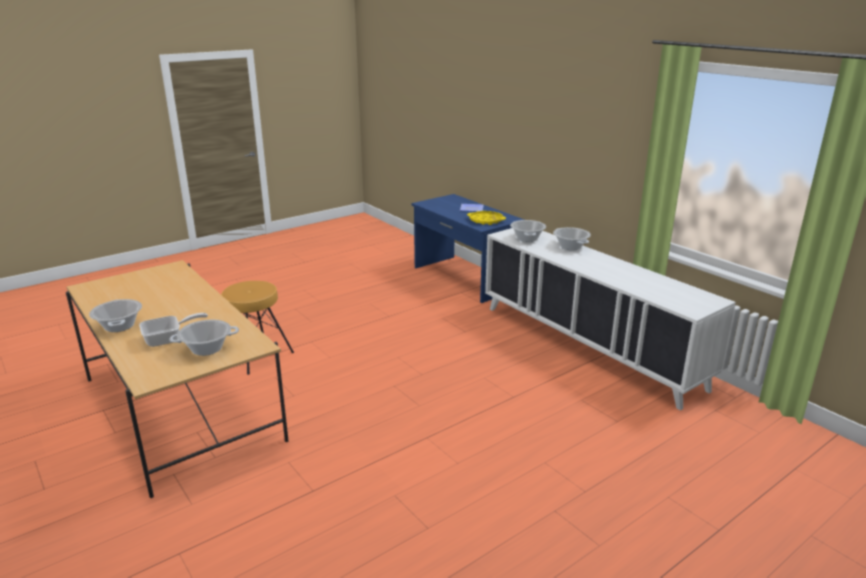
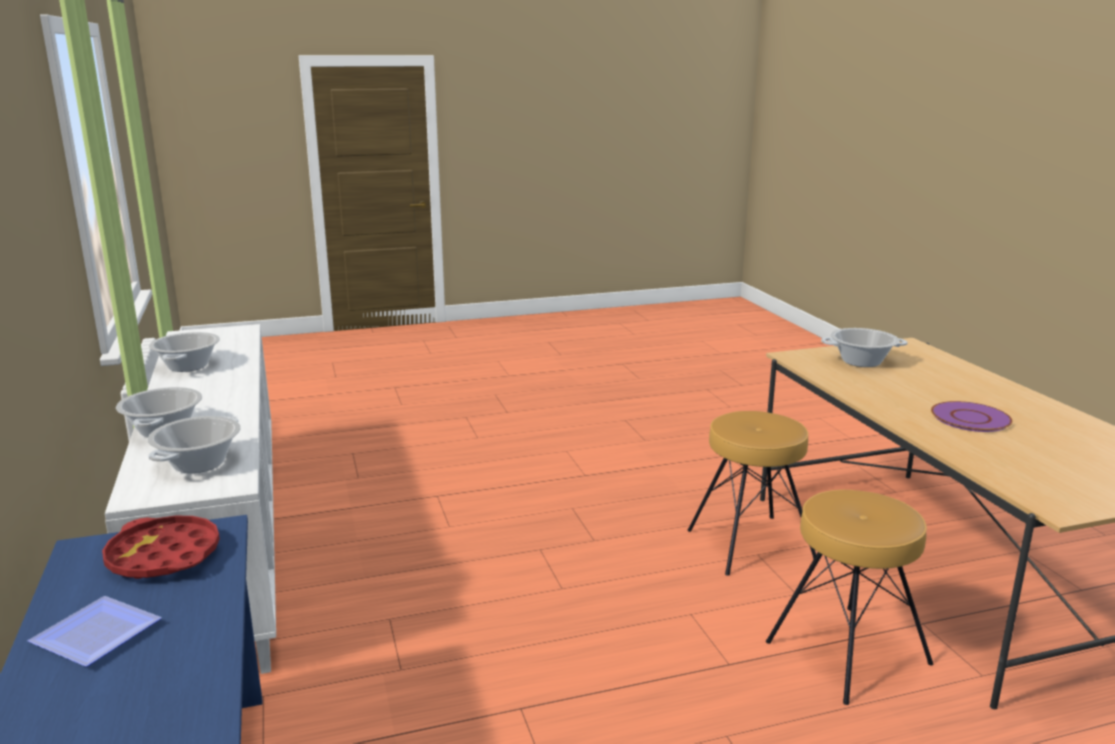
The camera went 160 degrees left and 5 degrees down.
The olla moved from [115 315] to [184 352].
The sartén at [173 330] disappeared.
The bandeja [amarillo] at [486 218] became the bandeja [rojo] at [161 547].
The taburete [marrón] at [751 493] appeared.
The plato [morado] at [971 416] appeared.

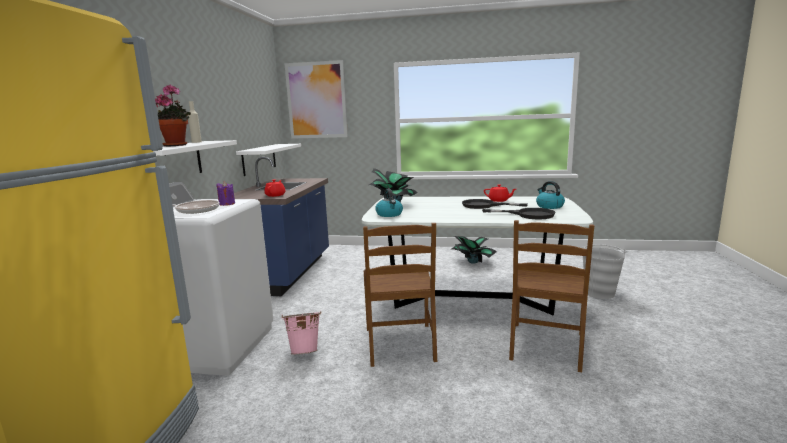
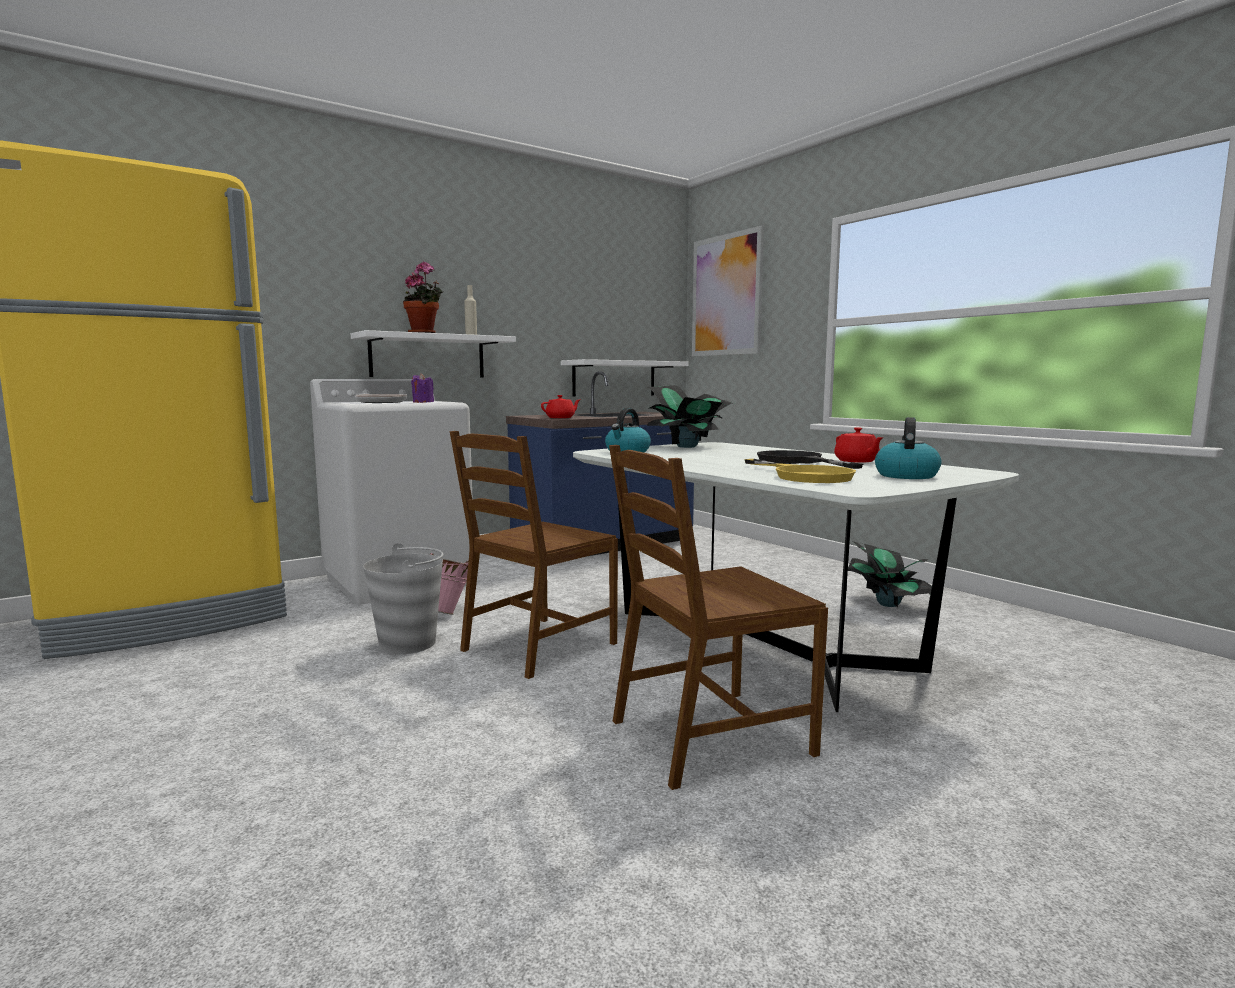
The camera went 45 degrees right and 5 degrees down.
The sartén [negro] at [519 213] became the sartén [amarillo] at [800 471].
The cubo [gris] moved from [605 271] to [403 598].

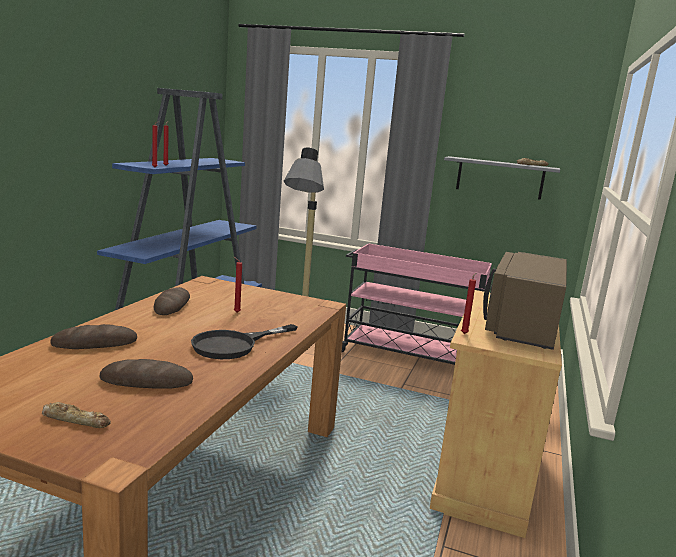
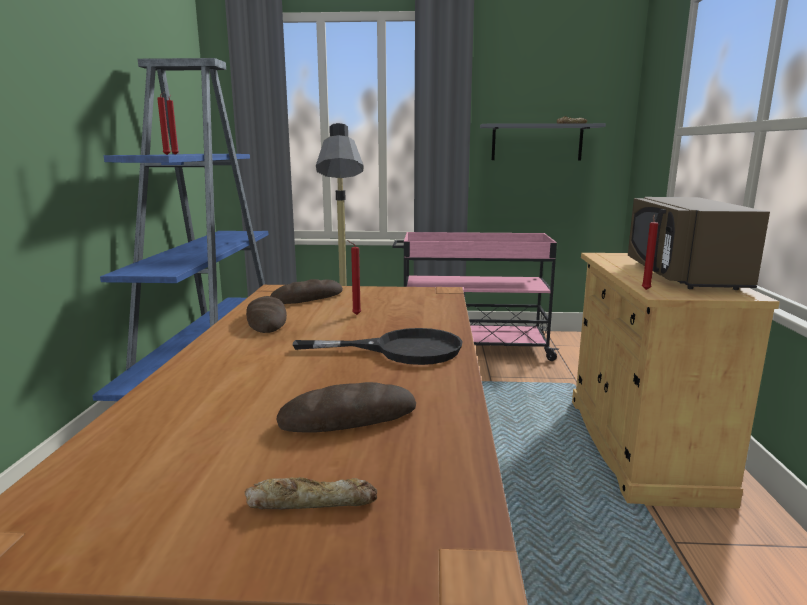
The camera went 15 degrees left and 0 degrees up.
The pan moved from [93 336] to [306 291].
The sartén [negro] at [244 341] turned 120 degrees counterclockwise.

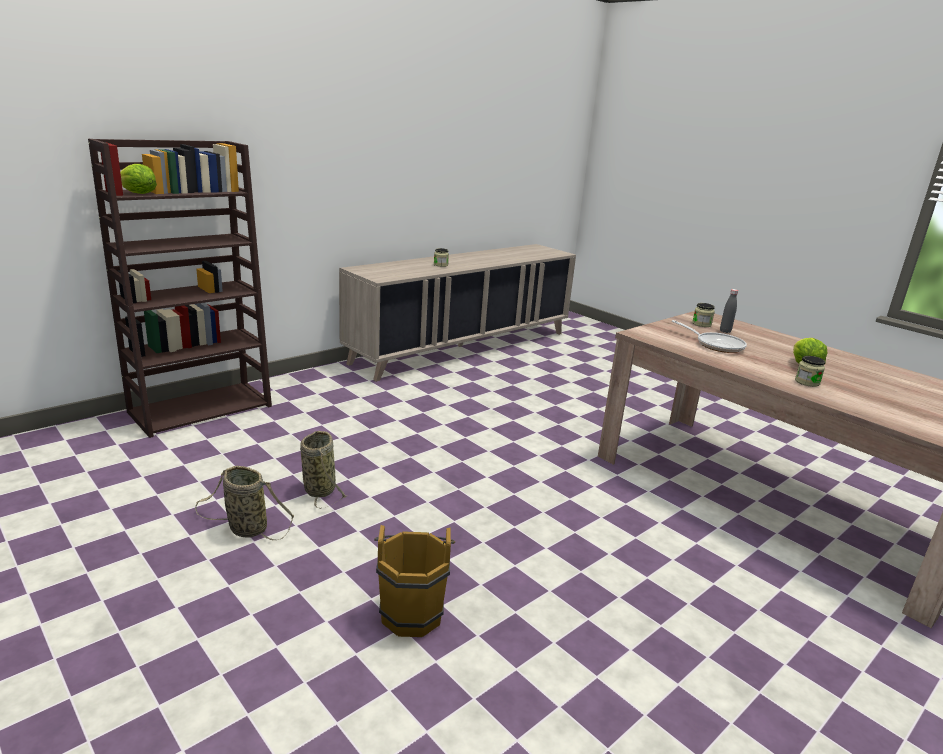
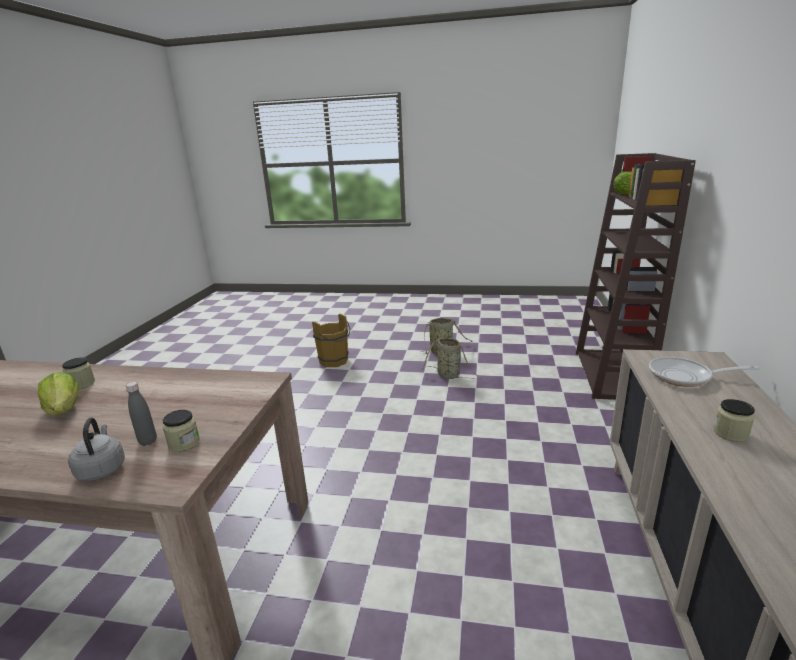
The camera went 145 degrees right and 0 degrees up.
The sartén moved from [709 336] to [704 372].
The hervidor [gris] at [96 449] appeared.

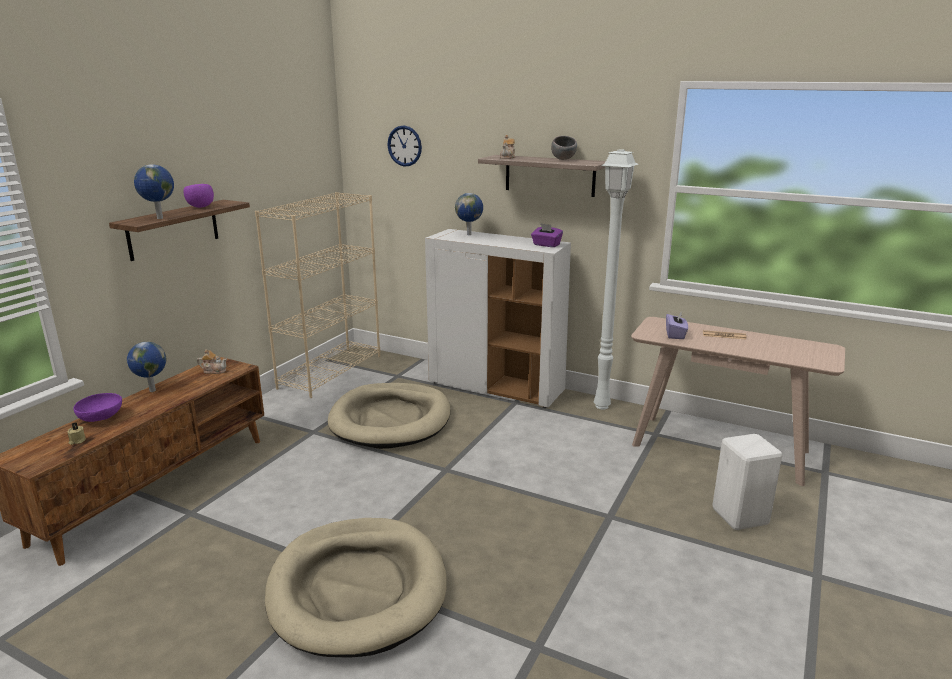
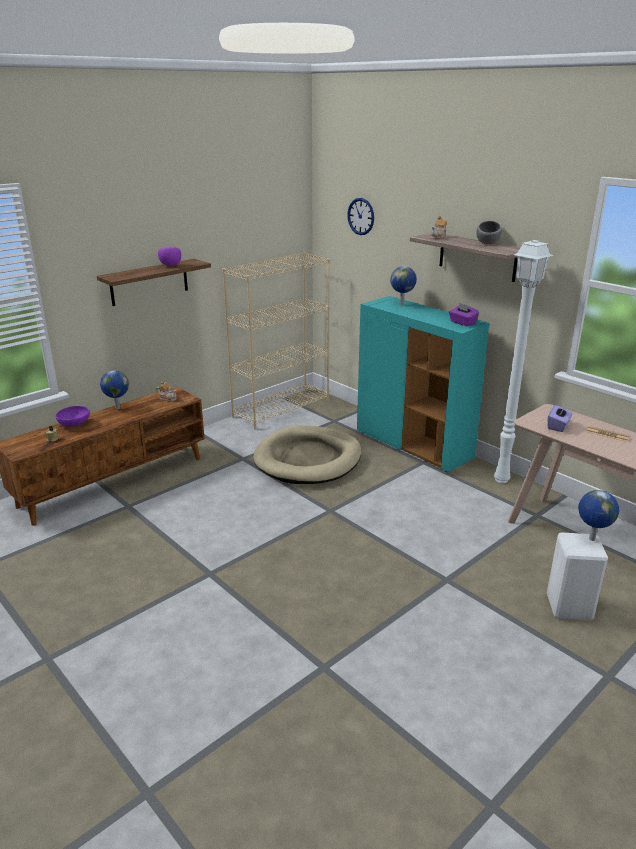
The camera went 20 degrees right and 5 degrees up.
The globo terráqueo moved from [154 191] to [598 515].
The cama para perro [beis] at [356 588] disappeared.
The armario [blanco] at [498 318] became the armario [turquesa] at [423 384].

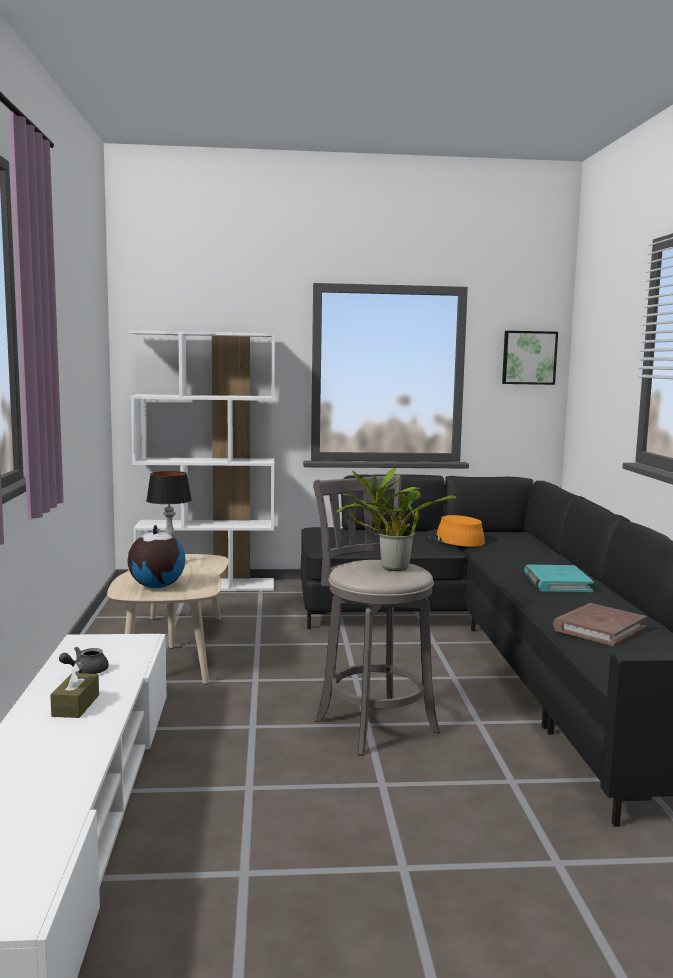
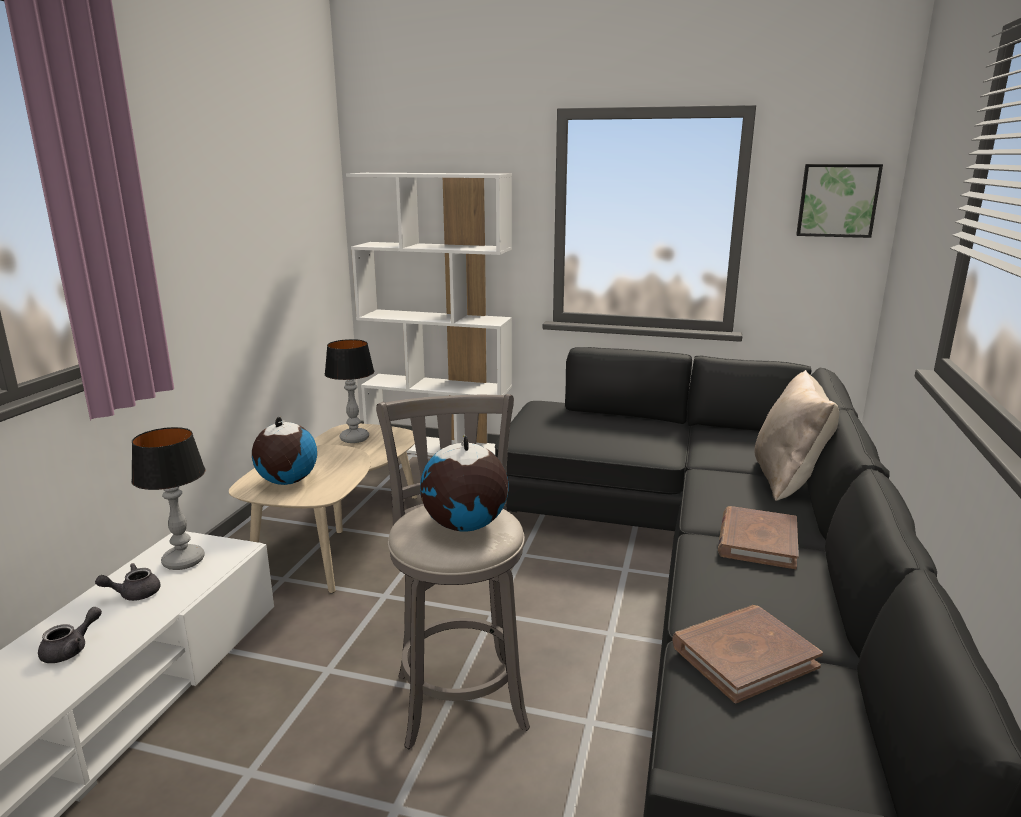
The camera went 20 degrees right and 10 degrees up.
The caja de pañuelos [marrón] at [74 690] was replaced by the tetera [gris] at [70 635].
The planta en maceta at [396 519] was replaced by the globo terráqueo at [464 483].
The sombrero [naranja] at [456 531] disappeared.
The libro [turquesa] at [559 578] became the libro [marrón] at [758 537].
The lámpara de mesa at [168 498] appeared.
The cojín [beis] at [796 435] appeared.

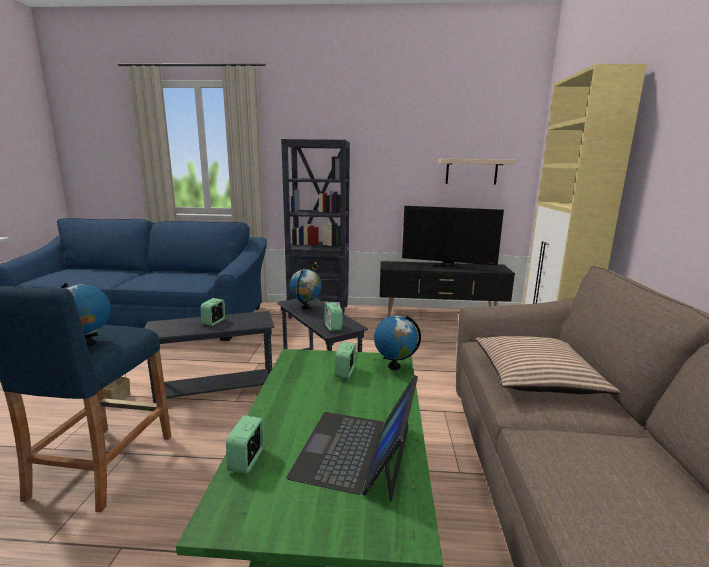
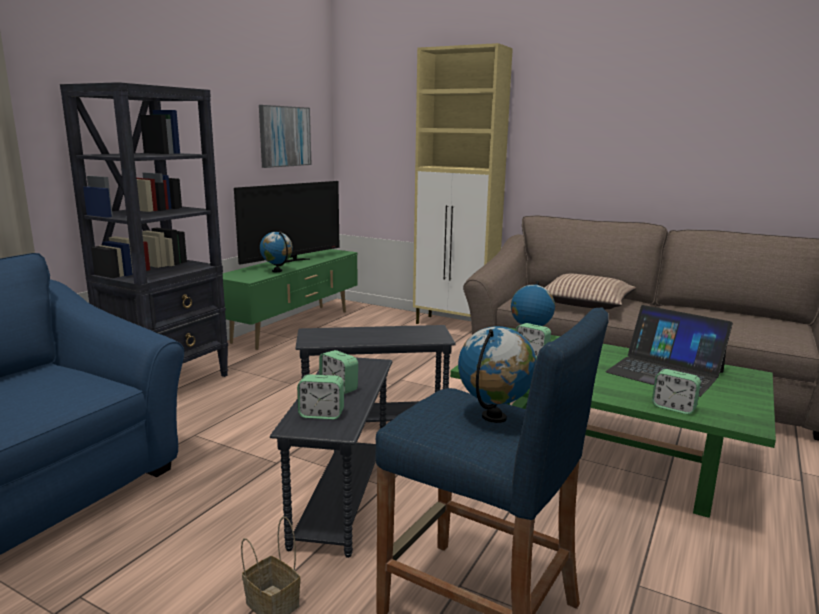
The camera went 65 degrees left and 0 degrees up.
The globo terráqueo moved from [305 289] to [276 251].
The despertador moved from [333 317] to [320 397].
The mueble de televisión [negro] at [447 288] became the mueble de televisión [verde] at [290 299].
The estante at [476 172] was replaced by the cuadro at [285 136].

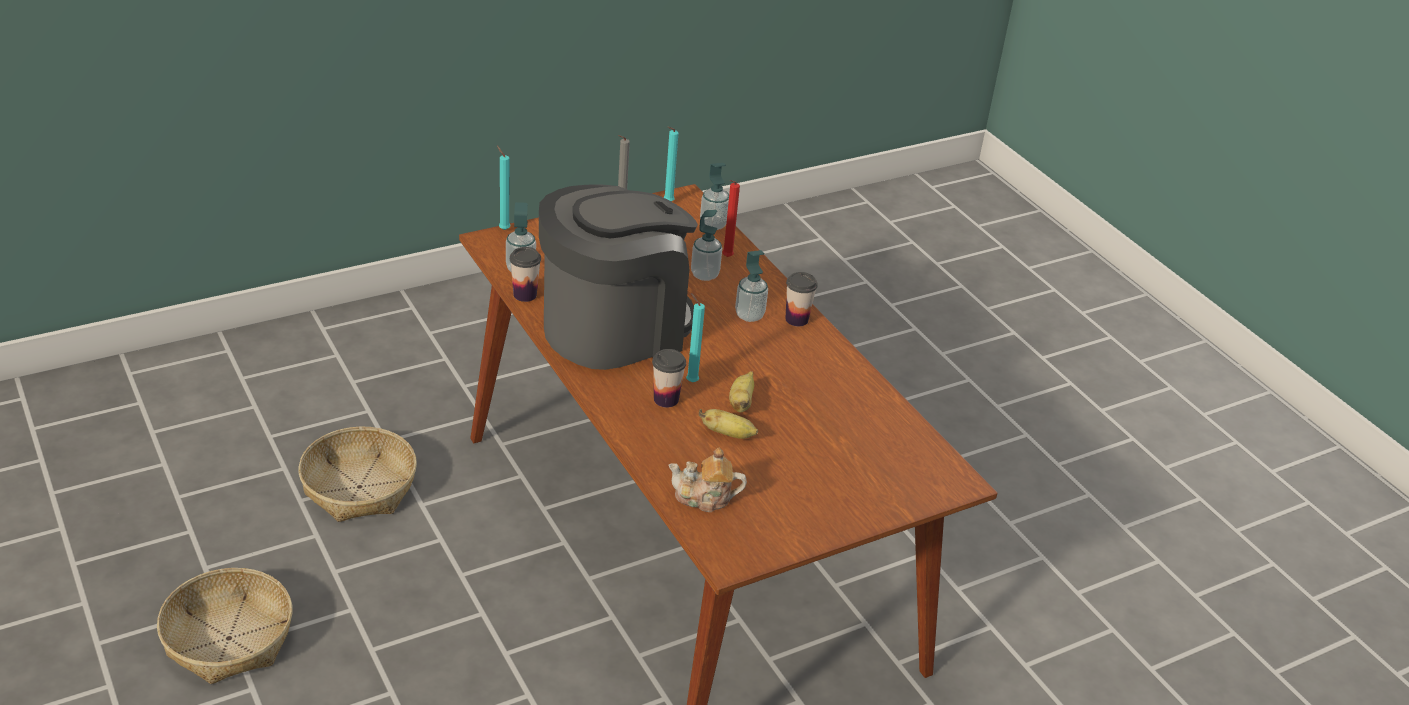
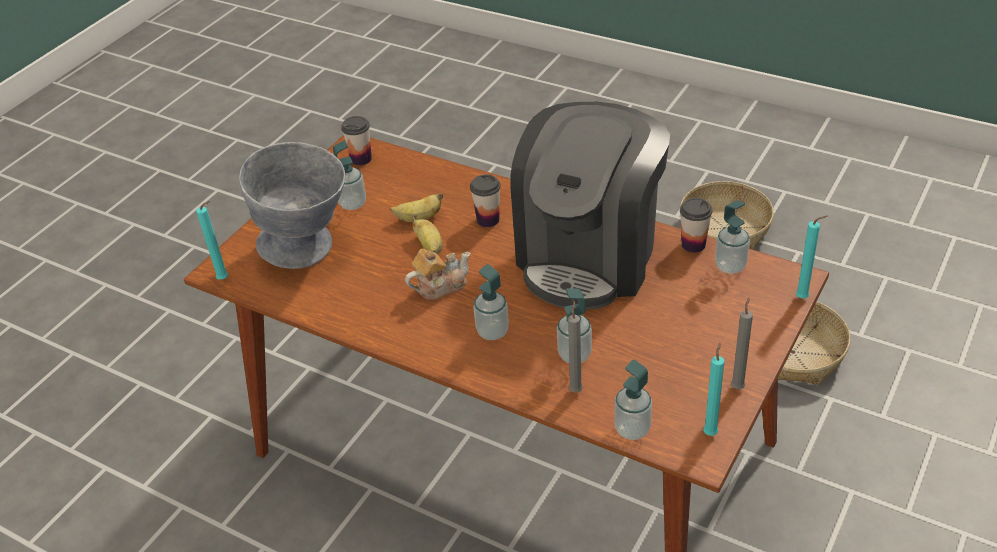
The camera went 155 degrees right and 5 degrees up.
The tetera moved from [708 480] to [437 274].
The vela [turquesa] moved from [695 337] to [212 240].
The vela [rojo] at [731 218] became the vela [gris] at [575 347].
The taza moved from [801 299] to [356 141].
The cuenco [gris] at [292 205] appeared.
The dispensador de jabón at [349 175] appeared.

